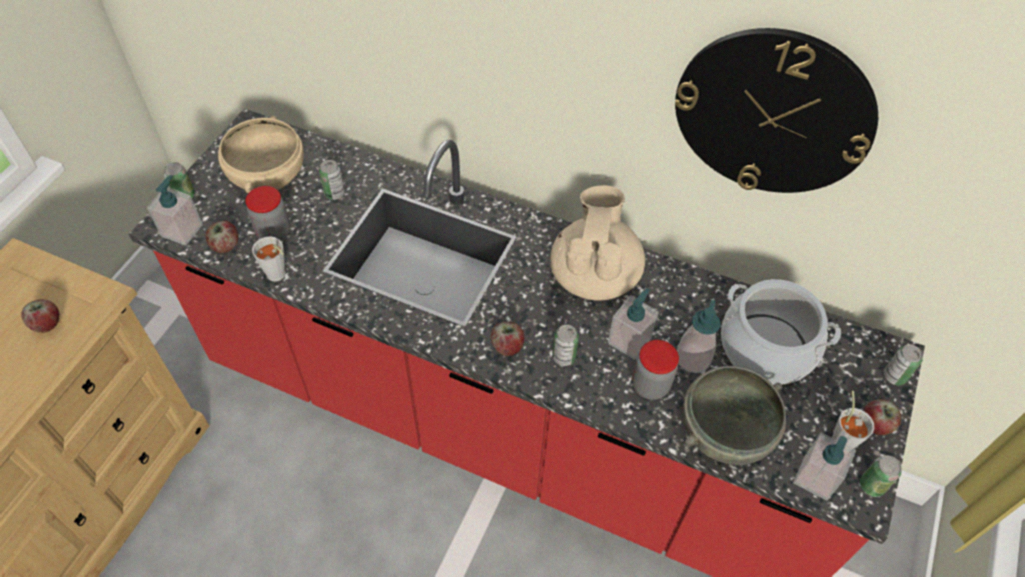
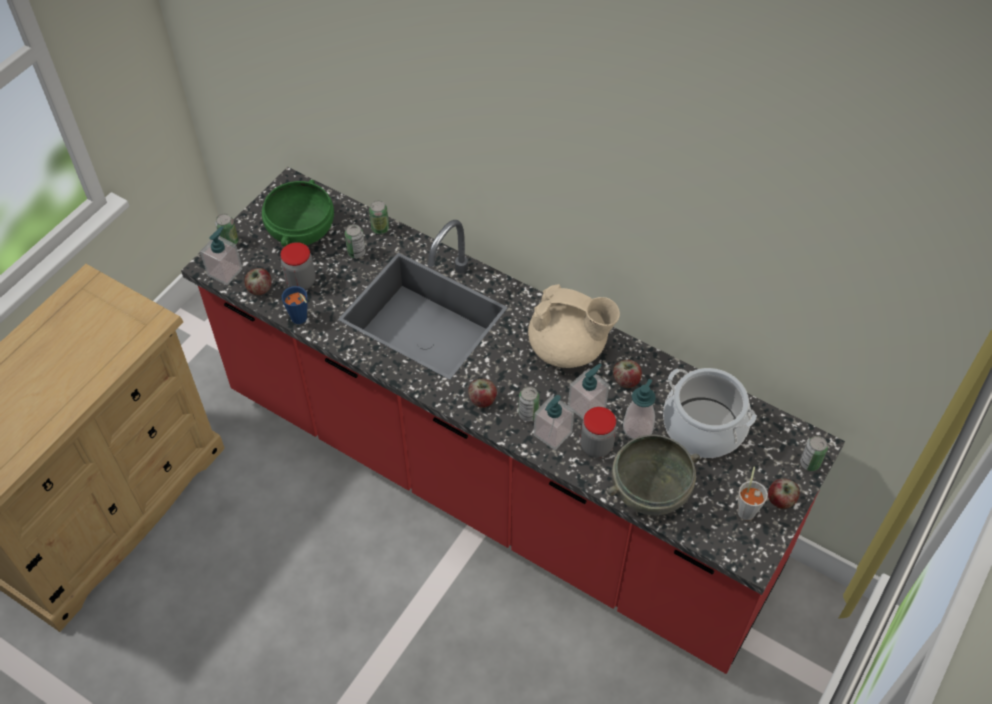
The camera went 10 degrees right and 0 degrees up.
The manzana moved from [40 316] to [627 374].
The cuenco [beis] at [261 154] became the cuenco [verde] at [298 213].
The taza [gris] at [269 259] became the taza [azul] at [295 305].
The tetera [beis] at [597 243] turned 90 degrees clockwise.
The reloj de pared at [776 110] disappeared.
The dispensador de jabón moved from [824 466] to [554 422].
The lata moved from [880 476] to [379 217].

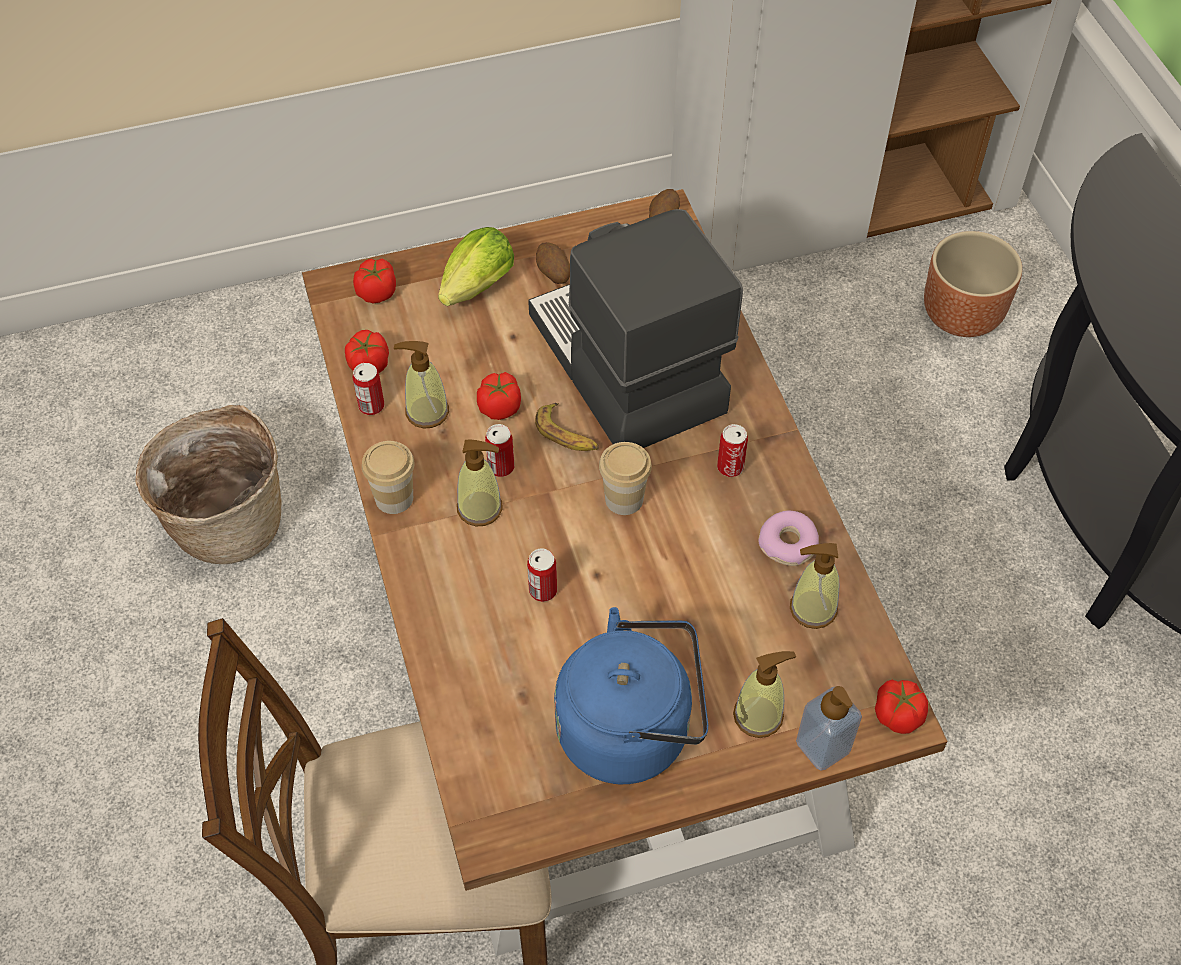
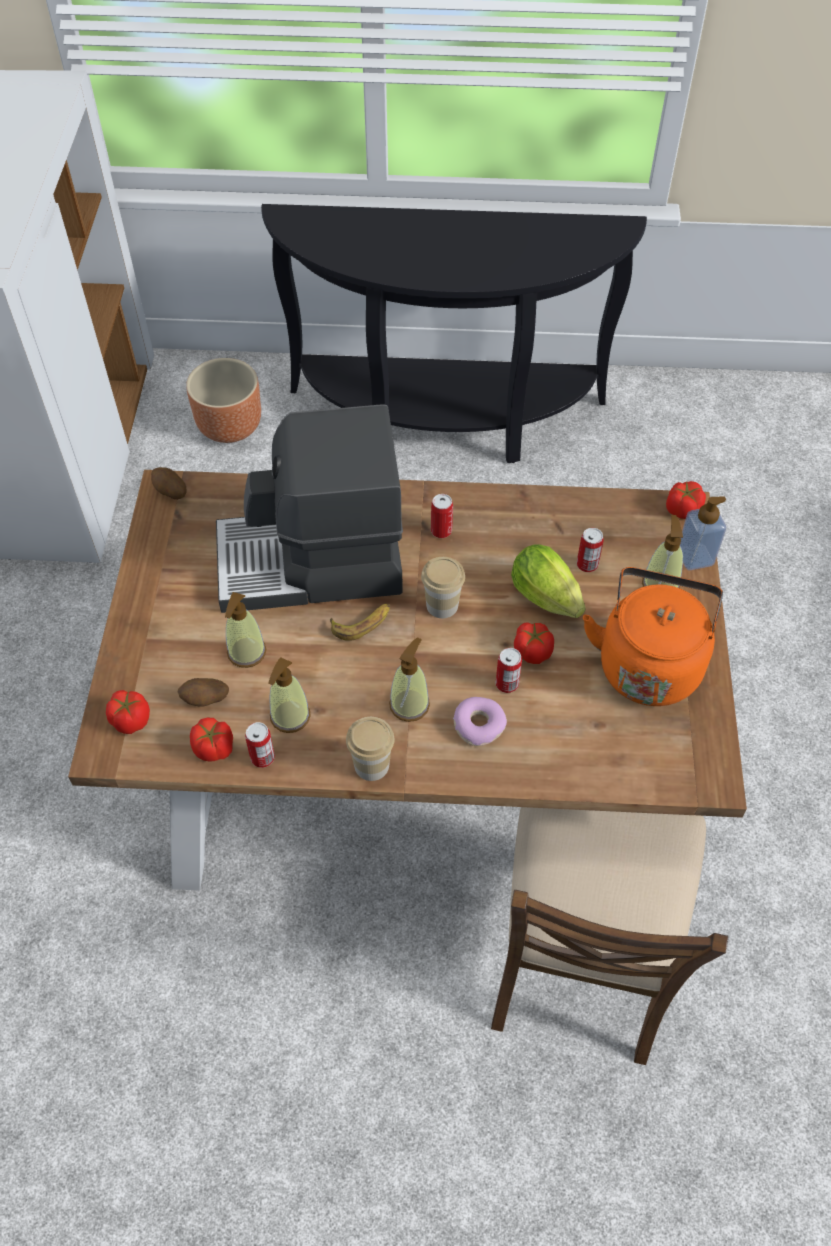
The camera went 70 degrees left and 0 degrees up.
The cesta at [208 484] disappeared.
The lechuga moved from [476 266] to [548 581].
The tomate moved from [499 396] to [534 643].
The lata moved from [499 450] to [590 550].
The patata moved from [553 263] to [203 692].
The hervidor [azul] at [631 695] became the hervidor [naranja] at [653 636].
The rosquilla moved from [788 538] to [480 721].
The dispensador de jabón moved from [814 586] to [245 630].

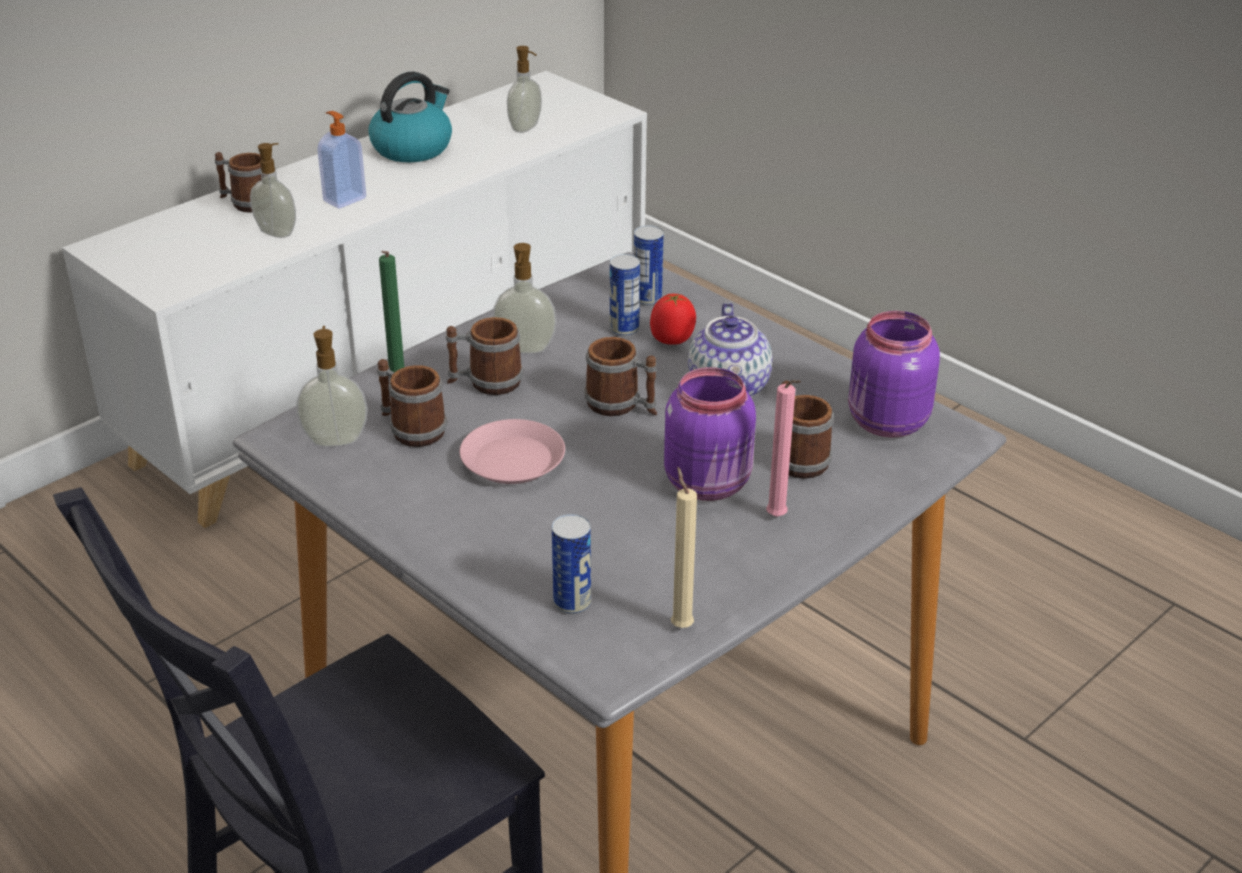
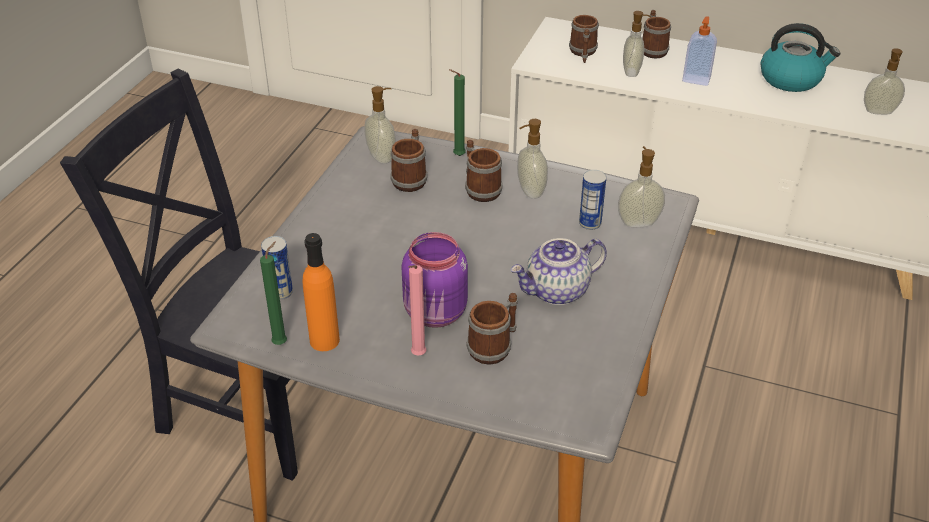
The camera went 65 degrees right and 5 degrees up.
The plato [rosa] at [512 451] disappeared.
The taza grande moved from [620 376] to [584 39].
The lata at [649 265] was replaced by the dispensador de jabón at [641 186].
The tomate at [673 319] disappeared.
The vela [beis] at [684 547] became the vela [verde] at [273 293].
The tarro [morado] at [894 374] disappeared.
The botella [naranja] at [321 292] appeared.

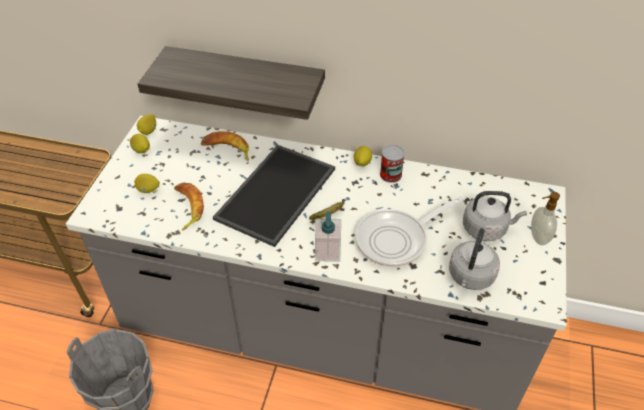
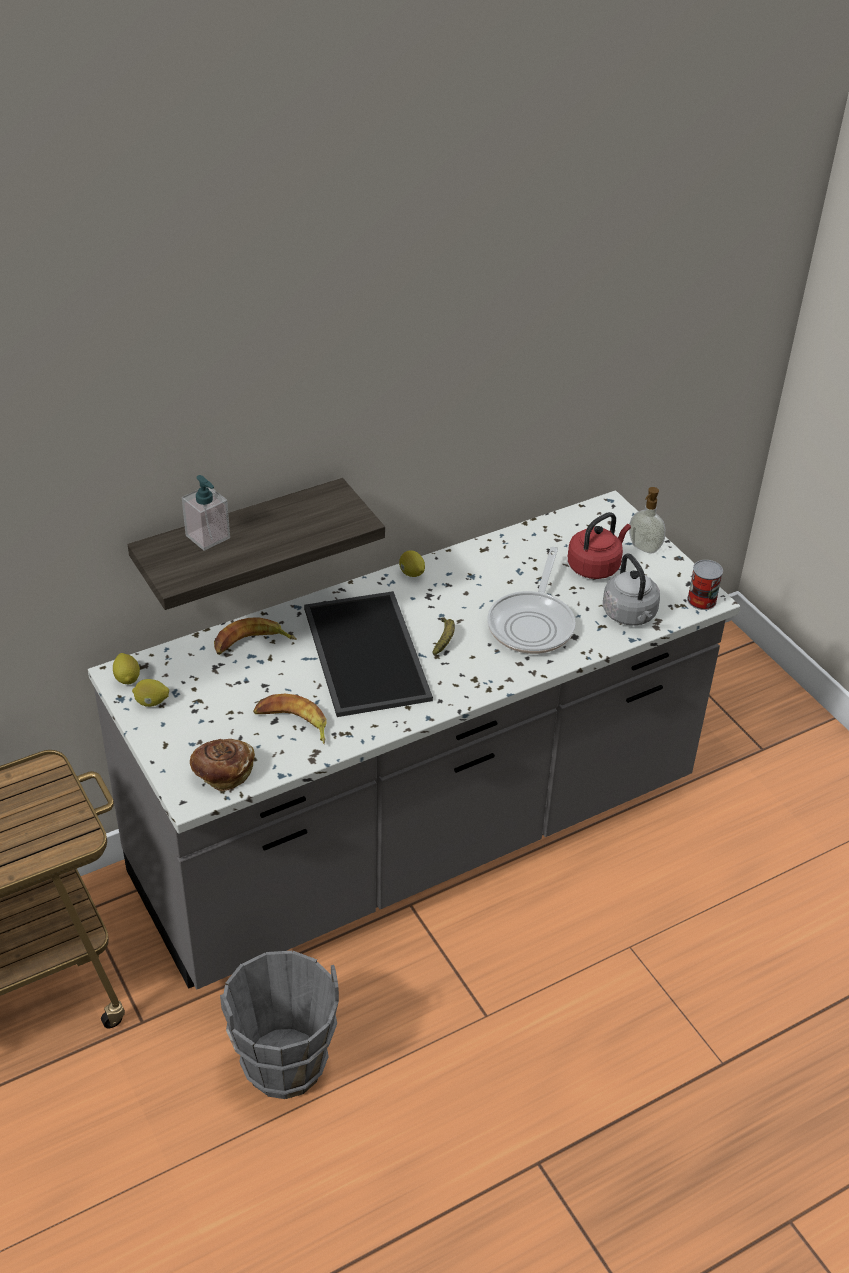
The camera went 45 degrees left and 5 degrees down.
The limón at [147 183] disappeared.
The dispensador de jabón moved from [328 236] to [206 513].
The lata moved from [392 164] to [705 585].
The hervidor [gris] at [495 216] became the hervidor [rojo] at [599 545].
The pan at [222 765] appeared.

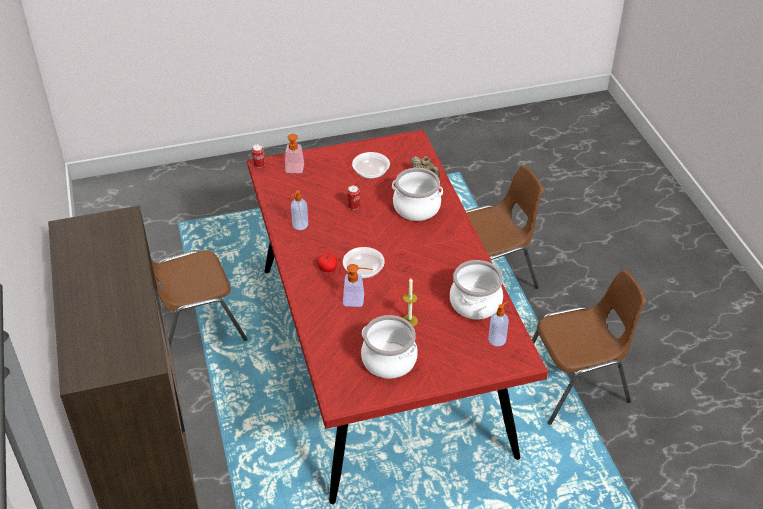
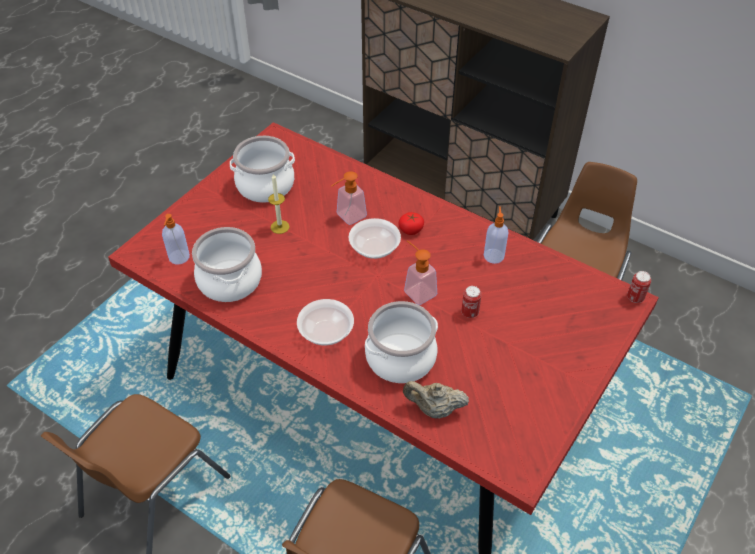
The camera went 140 degrees right and 5 degrees up.
The dispensador de jabón moved from [294 153] to [420 272].
The cuenco moved from [371 165] to [325 322].

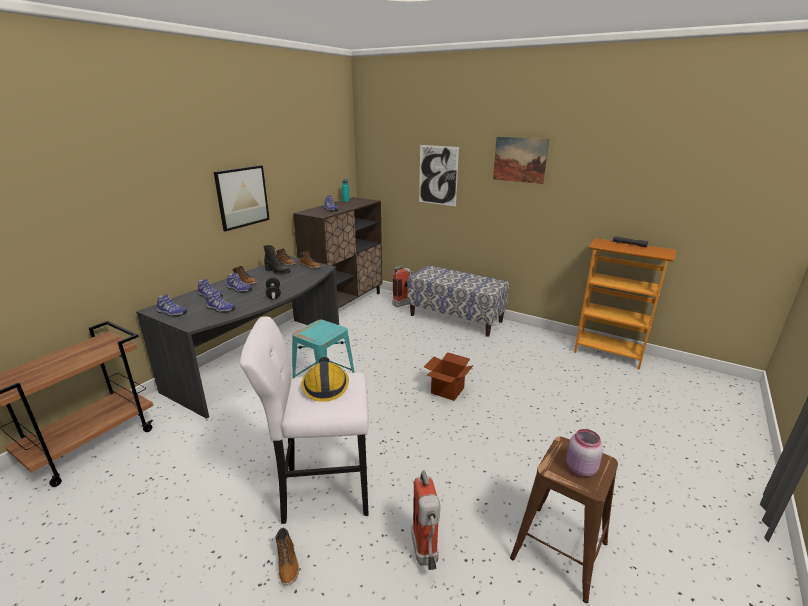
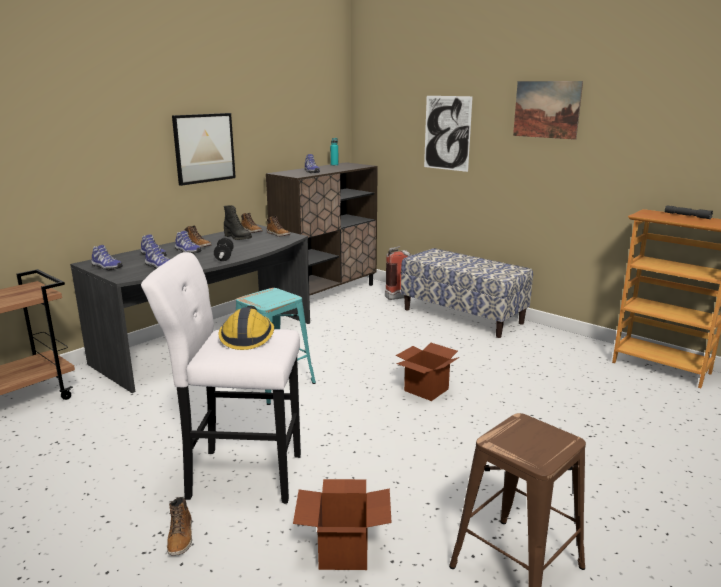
The camera went 10 degrees right and 5 degrees down.
The extintor at [425 520] was replaced by the caja de cartón at [342 524].
The tarro [rosa] at [584 453] disappeared.

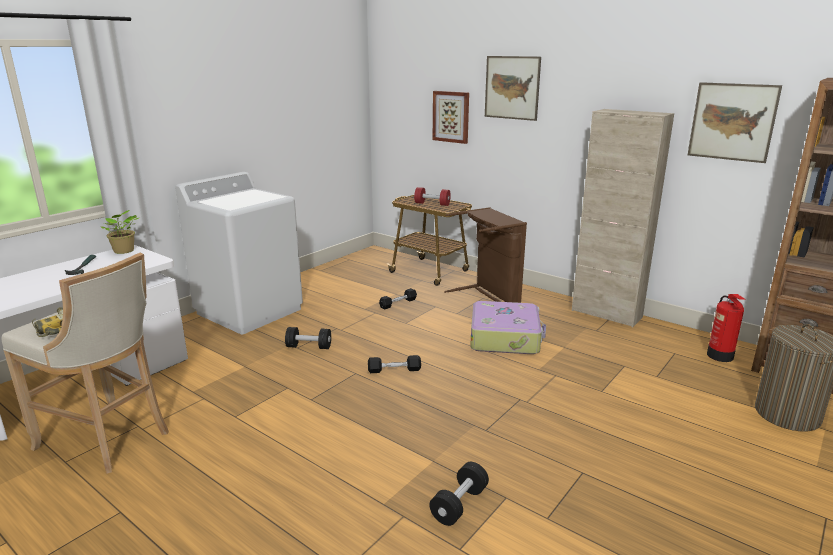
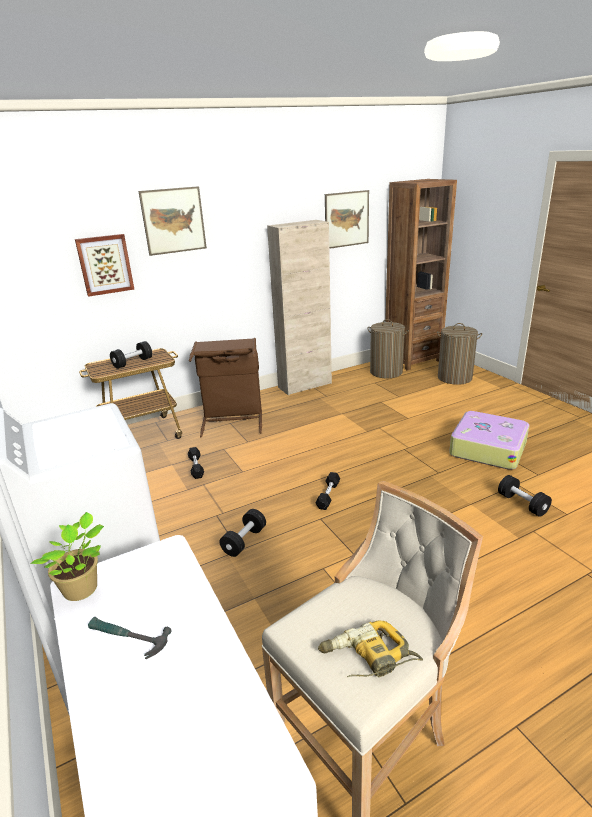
The camera went 65 degrees left and 5 degrees up.
The mancuerna [rojo] at [432 196] became the mancuerna [negro] at [131 355].
The maleta moved from [508 327] to [489 440].
The extintor at [726 328] was replaced by the cesto de la ropa at [388 348].

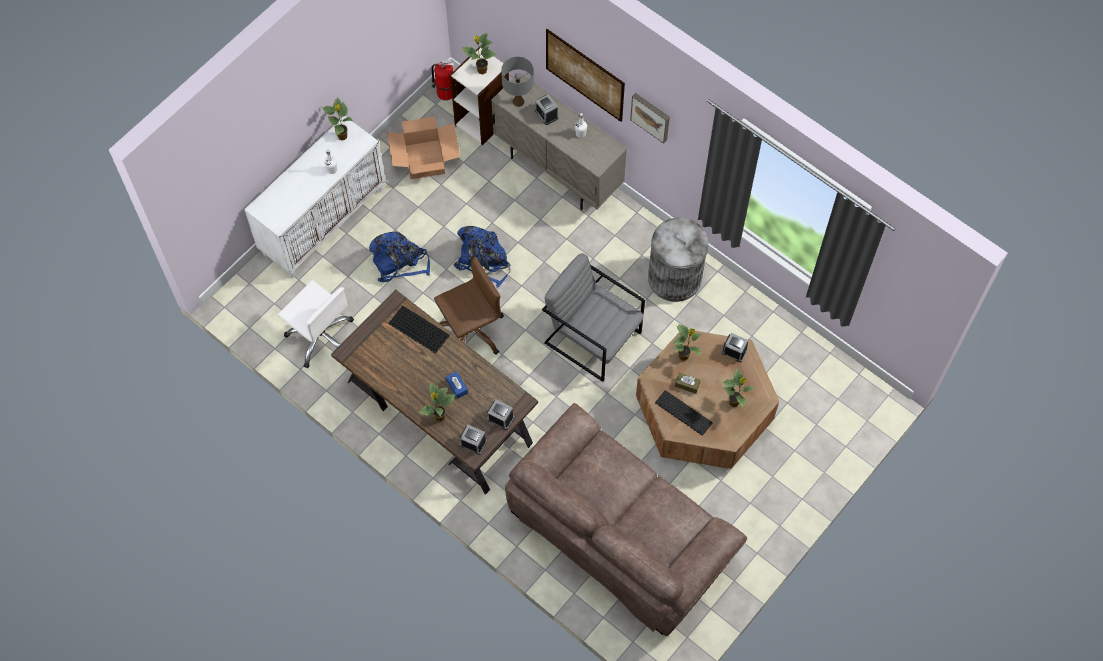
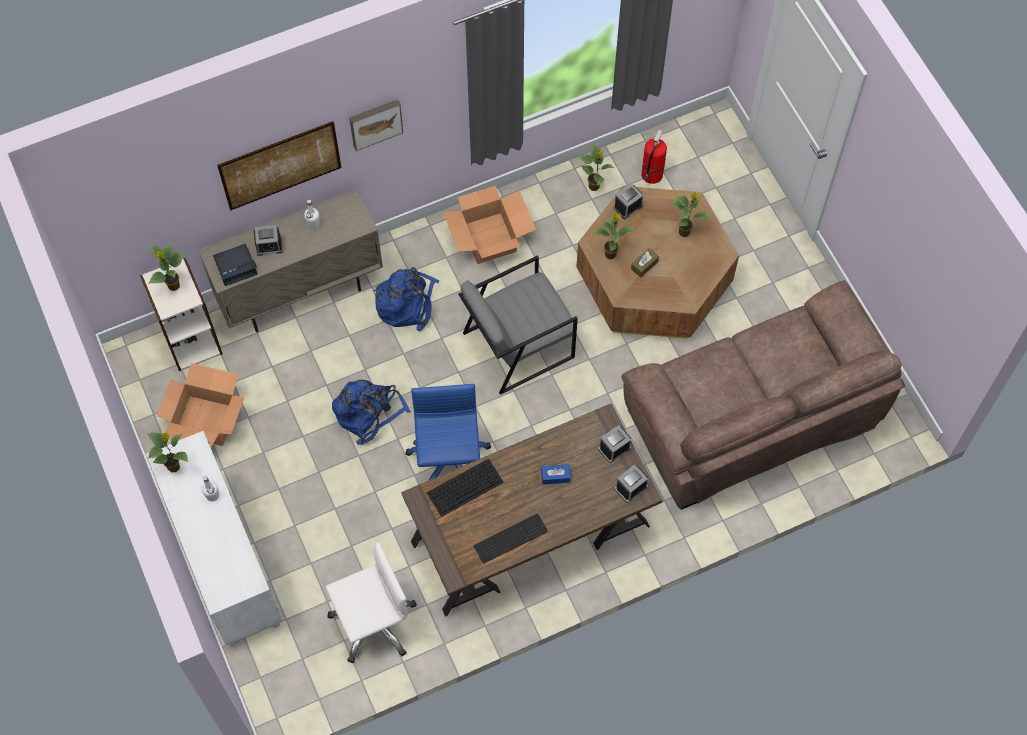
The camera went 65 degrees left and 0 degrees up.
The mochila [azul] moved from [399 257] to [407 299].
The planta en maceta moved from [437 402] to [596 167].
The extintor moved from [442 79] to [654 157].
The silla de oficina [marrón] at [469 305] became the silla de oficina [azul] at [448 432].
The lámpara de mesa [gris] at [517 82] was replaced by the despertador at [235 265].
The papelera [gris] at [678 259] was replaced by the caja de cartón at [489 225].
The teclado moved from [684 412] to [511 539].

